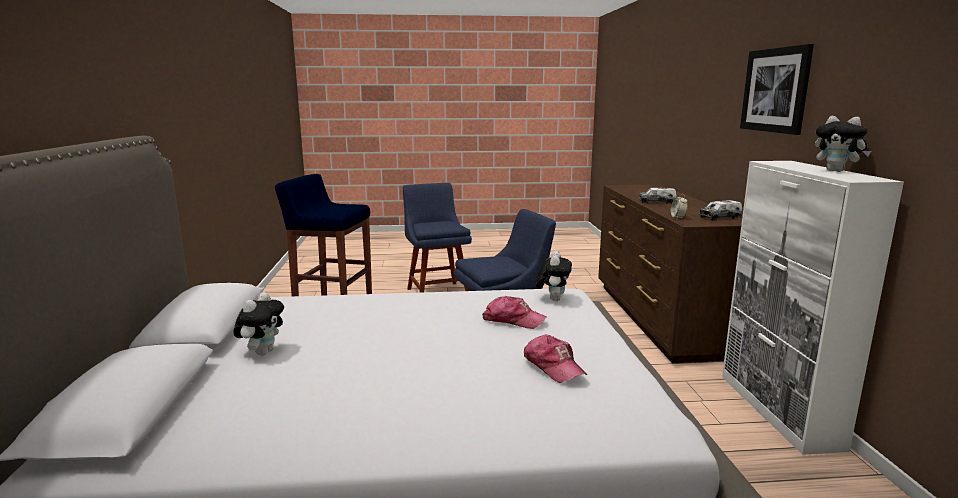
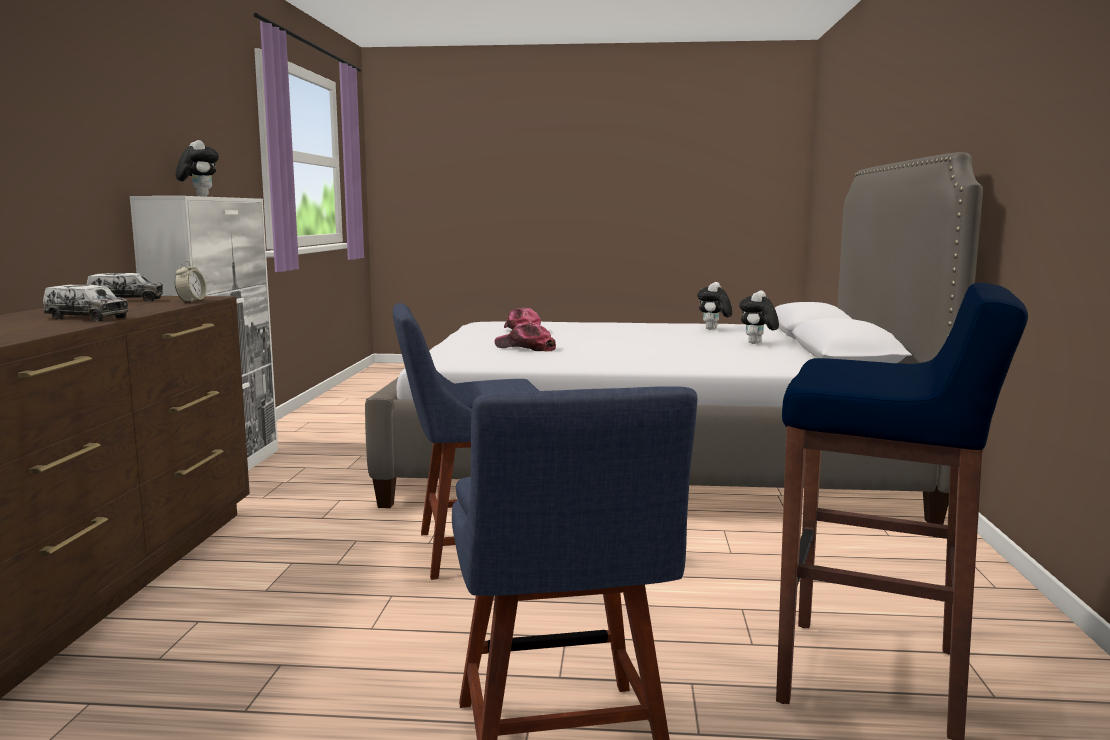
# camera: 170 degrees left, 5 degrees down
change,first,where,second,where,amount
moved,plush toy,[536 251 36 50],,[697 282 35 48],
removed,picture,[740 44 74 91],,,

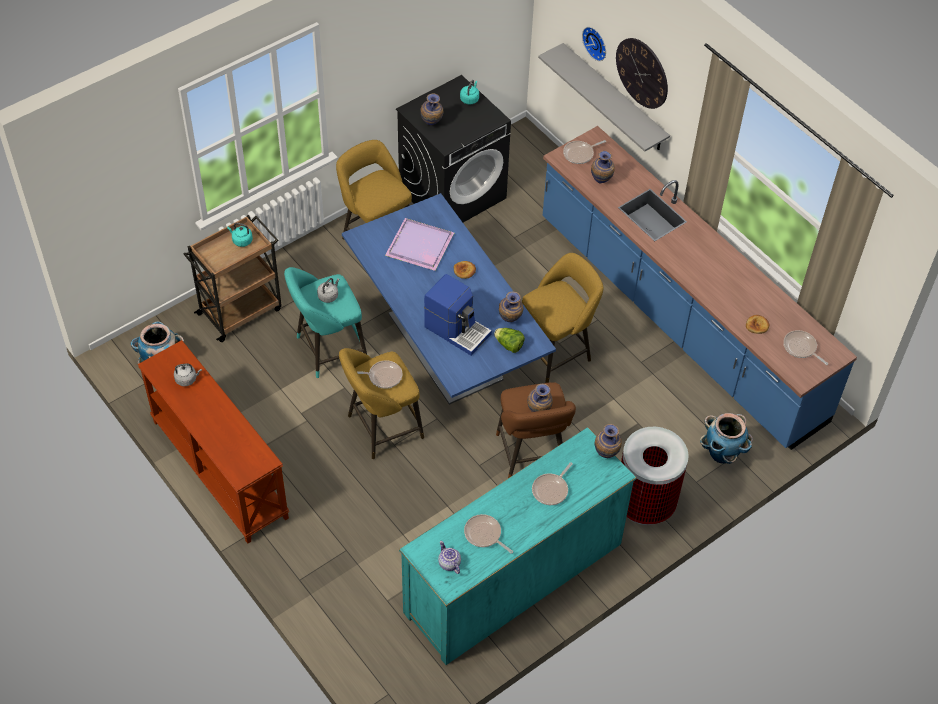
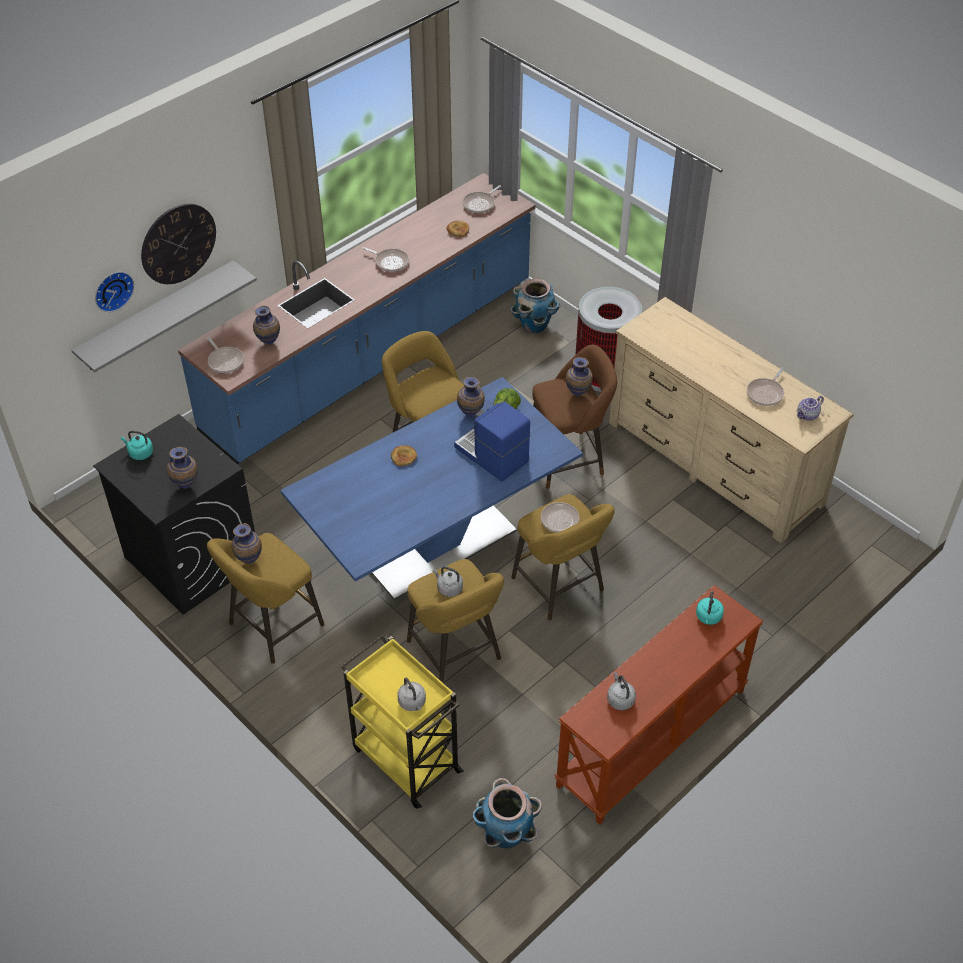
# camera: 95 degrees left, 5 degrees down
change,first,where,second,where,amount
moved,vase,[594 424 28 34],,[232 523 30 41],
recoloured,brown cart,[184 215 98 127],yellow cart,[341 635 123 174],
moved,frying pan,[532 462 41 43],,[362 247 47 25],
added,,,grey kettle,[398 678 28 33],
recoloured,turquoise stool,[284 267 83 111],yellow stool,[407 559 97 124],
turned,coffee machine,[424 274 68 82],,[454 402 76 80],75 degrees counterclockwise
recoloured,turquoise dresser,[399 427 238 238],beige dresser,[609 297 245 246],
moved,turquoise kettle,[227 223 26 24],,[696 591 28 34],
removed,purple tray,[385 218 69 53],,,

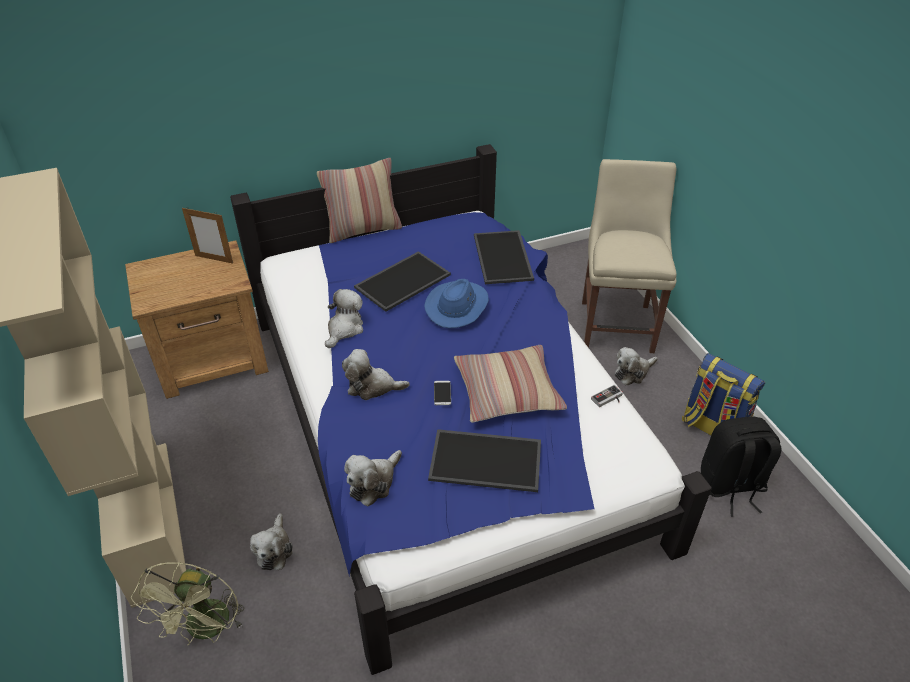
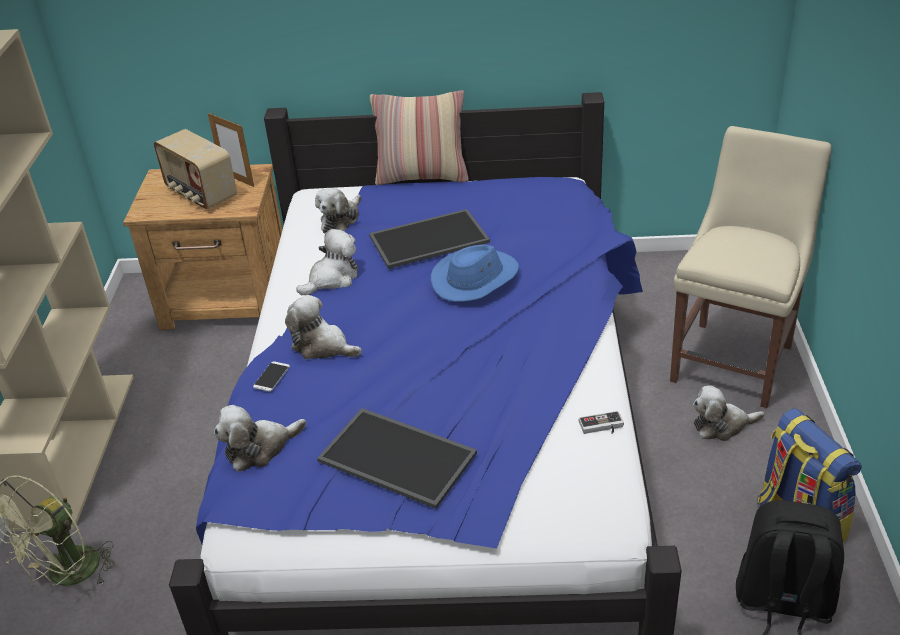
# camera: 25 degrees right, 5 degrees down
change,first,where,second,where,amount
added,,,radio,[154 129 83 80],
moved,phone,[434 381 17 24],,[253 361 37 31],
moved,plush toy,[250 513 43 57],,[315 188 46 46],
removed,pillow,[454 345 113 78],,,
removed,tray,[474 230 60 54],,,

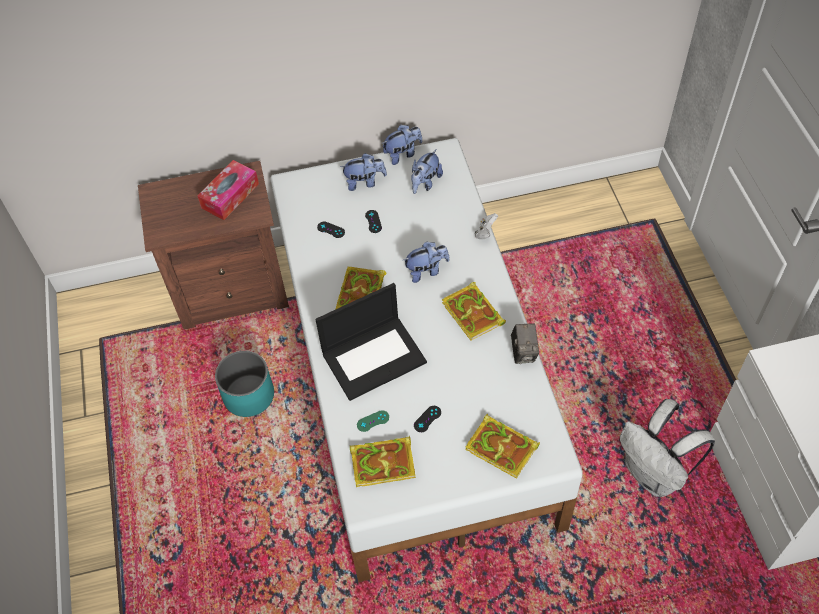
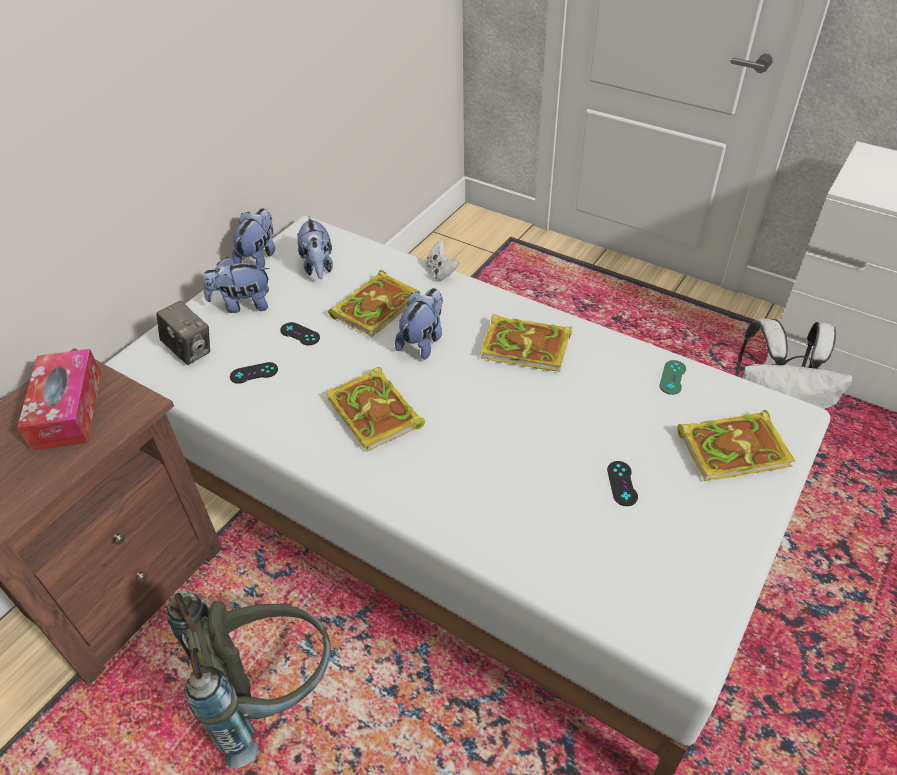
# camera: 45 degrees left, 10 degrees down
change,first,where,second,where,amount
moved,photo camera,[511 323 28 41],,[156 301 54 64],
replaced,turquoise planter,[215 351 59 66],grey backpack,[165 591 166 177],
turned,plush toy,[340 153 47 38],,[203 257 67 56],135 degrees counterclockwise
moved,book,[350 436 66 51],,[328 270 92 67],
moved,green game controller,[357 410 32 22],,[659 360 27 35],
removed,laptop,[316 283 111 118],,,

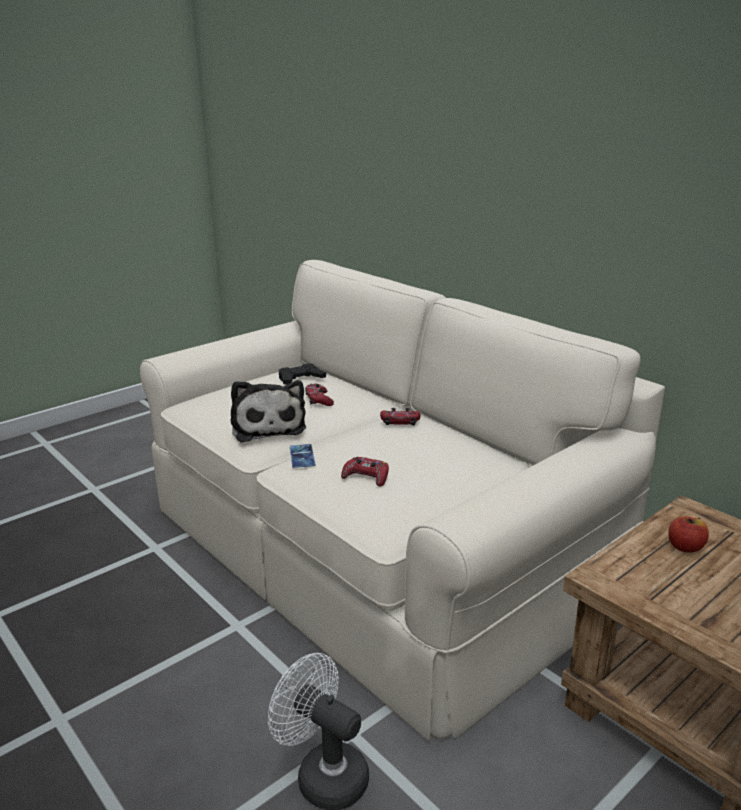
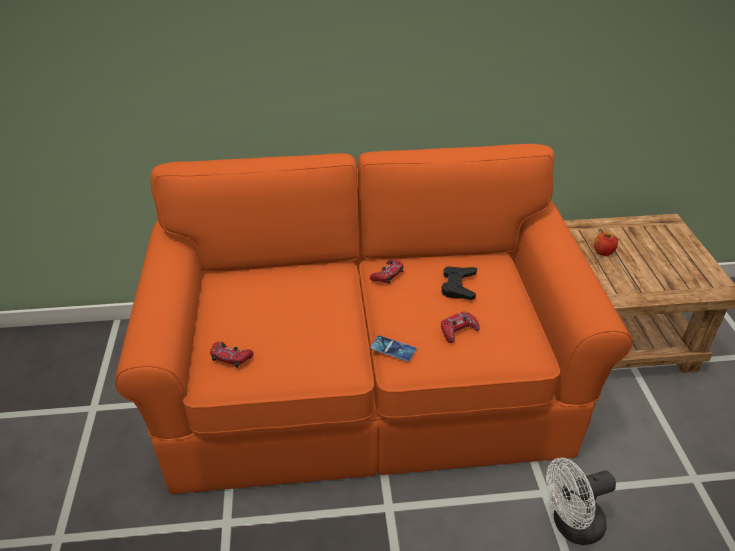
# camera: 55 degrees left, 15 degrees up
change,first,where,second,where,amount
recoloured,beige sofa,[140 260 525 481],orange sofa,[115 144 517 350],
moved,red game controller,[305 384 29 22],,[210 342 43 26],
moved,black game controller,[279 363 47 22],,[441 266 36 34],
removed,plush toy,[230 380 76 62],,,

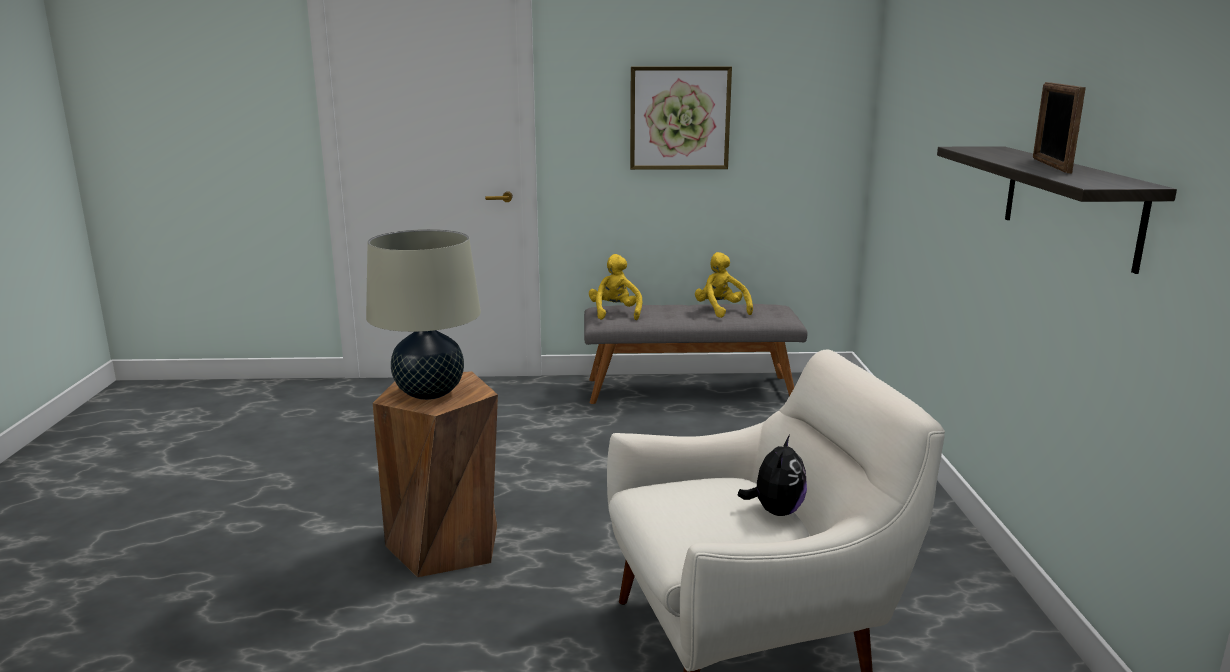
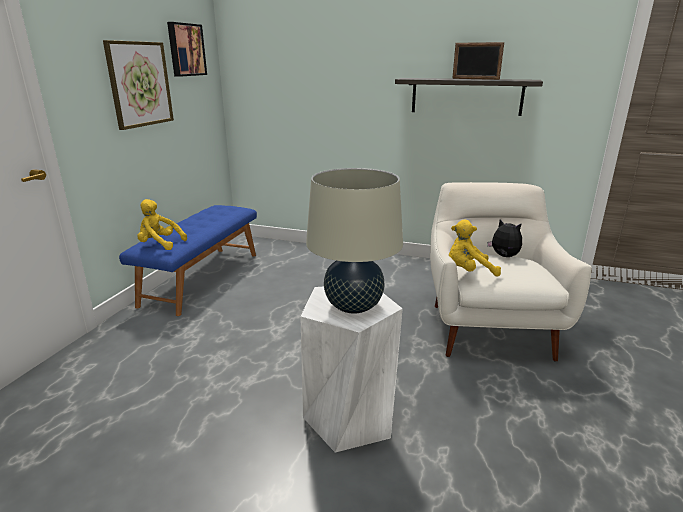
# camera: 70 degrees left, 5 degrees up
change,first,where,second,where,amount
recoloured,grey bench,[584 304 224 100],blue bench,[119 205 138 111],
added,,,picture,[167 22 40 55],
recoloured,brown stool,[373 371 125 206],white stool,[300 286 103 167],
moved,yellow plush toy,[695 252 58 66],,[449 220 52 57],

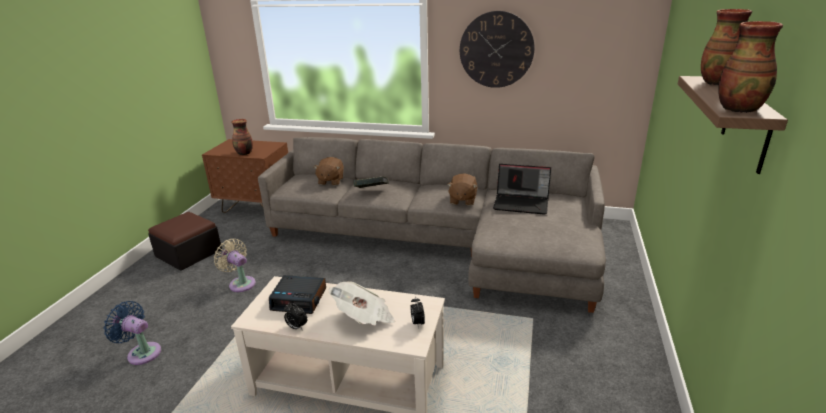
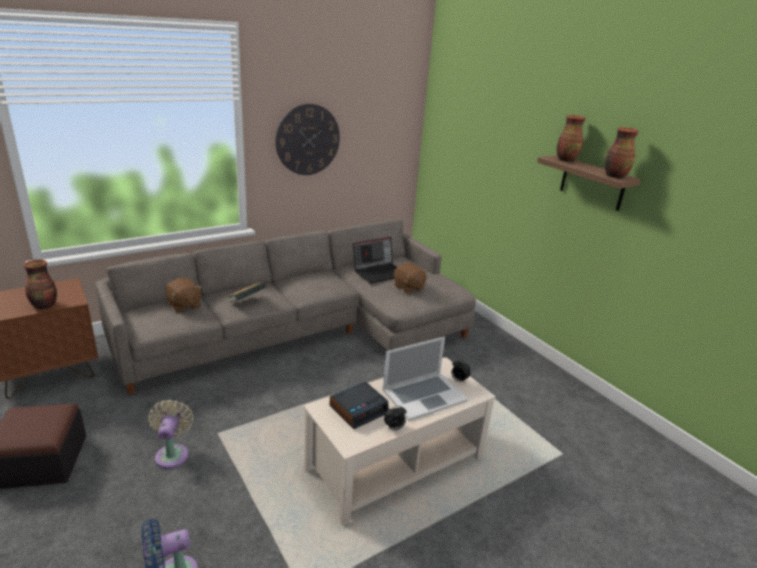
# camera: 50 degrees left, 0 degrees up
change,first,where,second,where,amount
turned,beige fan,[214 239 42 53],,[148 400 46 69],90 degrees clockwise
replaced,newspaper,[329 281 66 45],laptop,[383 336 85 85],
moved,brown plush toy,[447 173 30 33],,[394 263 34 31],

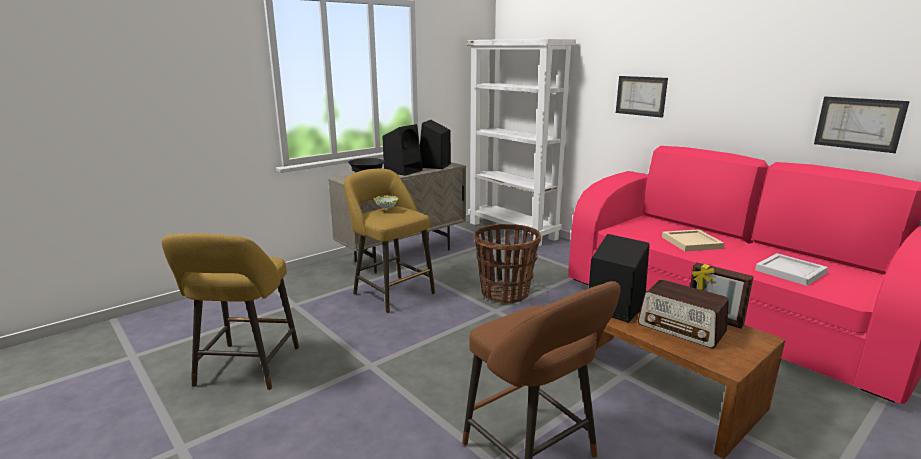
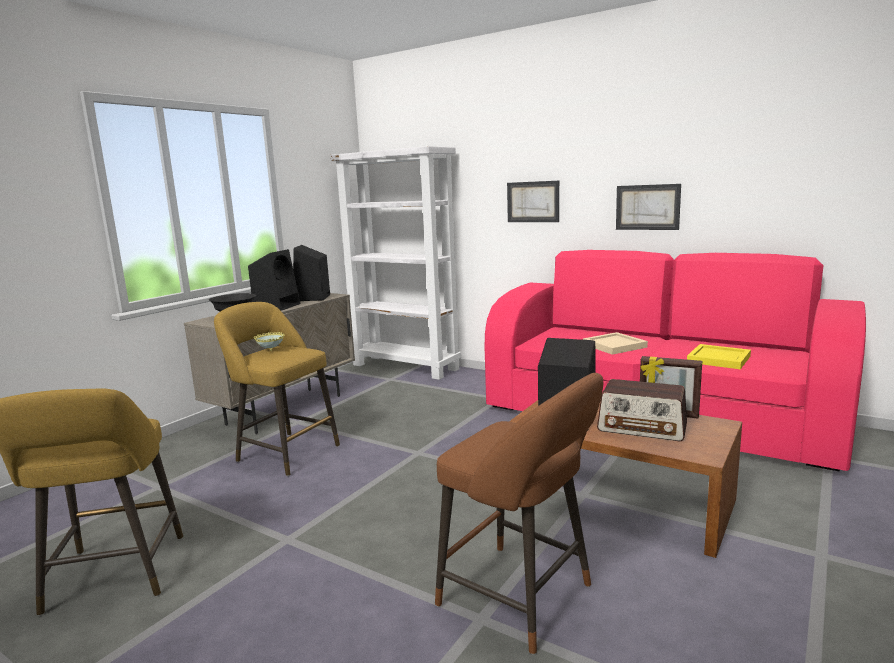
# camera: 15 degrees left, 5 degrees down
change,first,where,second,where,amount
moved,picture,[814 97 96 56],,[616 184 65 46],
recoloured,white tray,[755 253 73 33],yellow tray,[687 344 64 25],
removed,basket,[474 224 67 80],,,

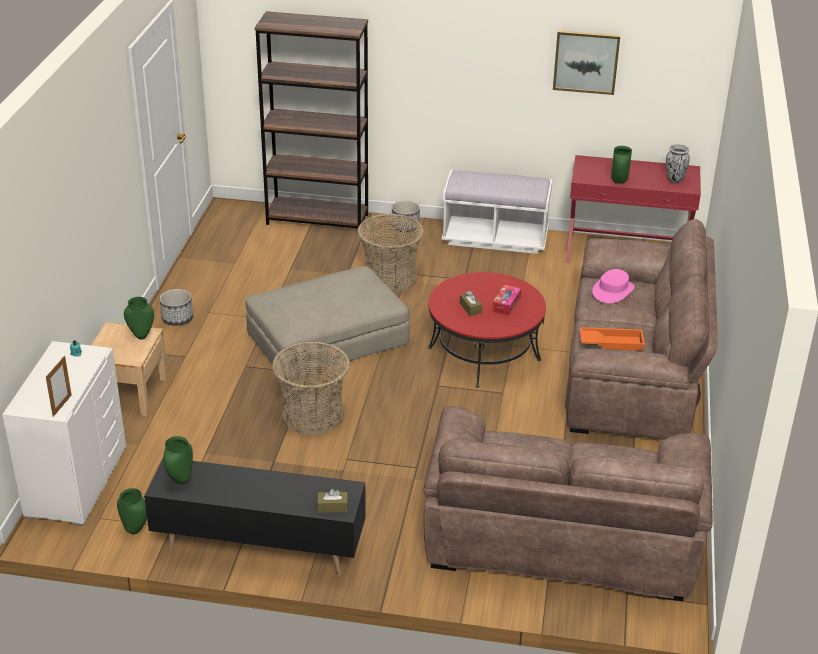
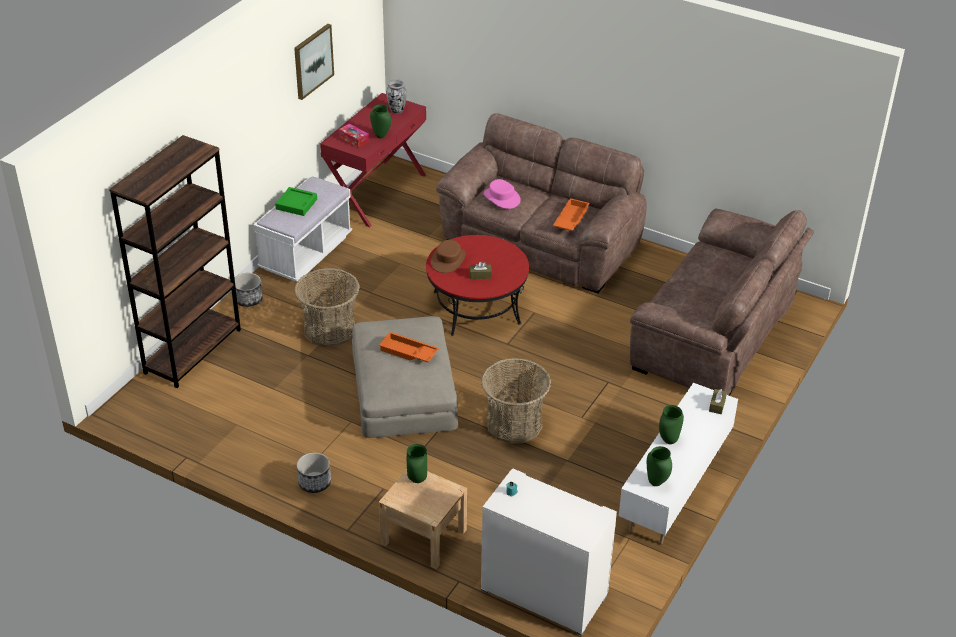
# camera: 70 degrees left, 5 degrees up
change,first,where,second,where,amount
added,,,green tray,[275 187 42 29],
moved,tissue box,[492 285 29 31],,[339 123 30 25],
added,,,orange tray,[379 332 60 30],
added,,,brown hat,[431 240 35 33],
recoloured,black tv stand,[144 459 222 117],white tv stand,[619 383 119 162],
moved,green vase,[117 488 30 46],,[659 405 25 39],
removed,picture frame,[46 356 26 61],,,

